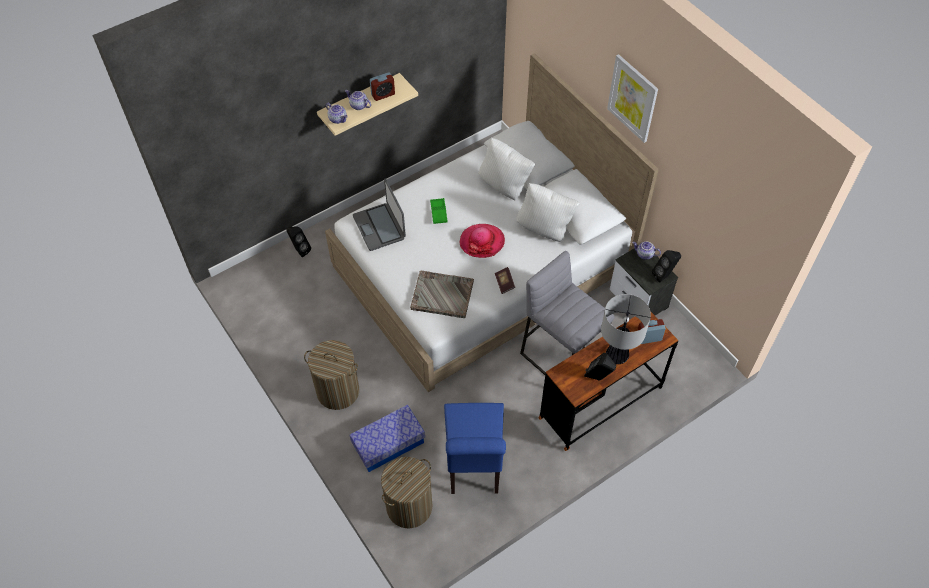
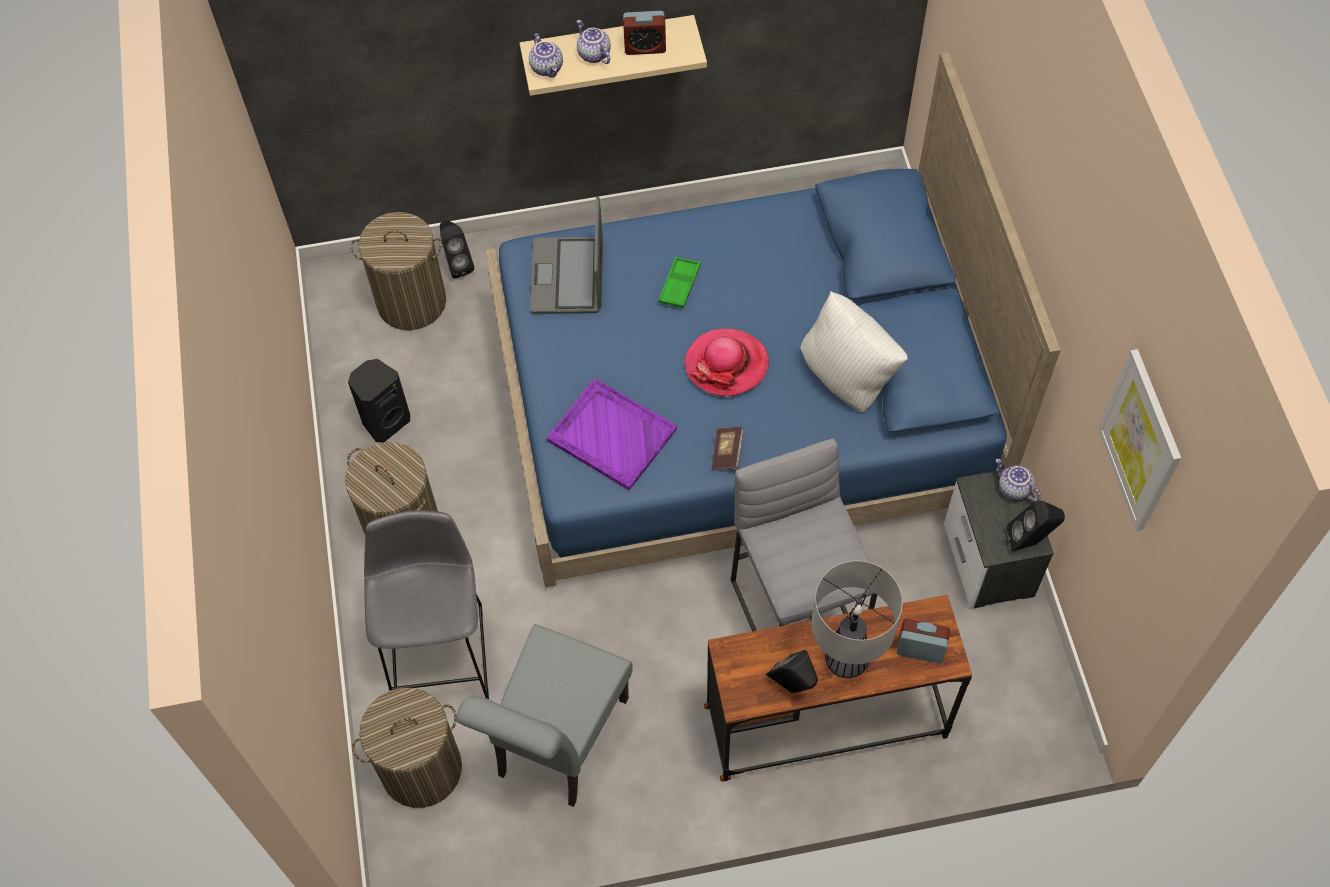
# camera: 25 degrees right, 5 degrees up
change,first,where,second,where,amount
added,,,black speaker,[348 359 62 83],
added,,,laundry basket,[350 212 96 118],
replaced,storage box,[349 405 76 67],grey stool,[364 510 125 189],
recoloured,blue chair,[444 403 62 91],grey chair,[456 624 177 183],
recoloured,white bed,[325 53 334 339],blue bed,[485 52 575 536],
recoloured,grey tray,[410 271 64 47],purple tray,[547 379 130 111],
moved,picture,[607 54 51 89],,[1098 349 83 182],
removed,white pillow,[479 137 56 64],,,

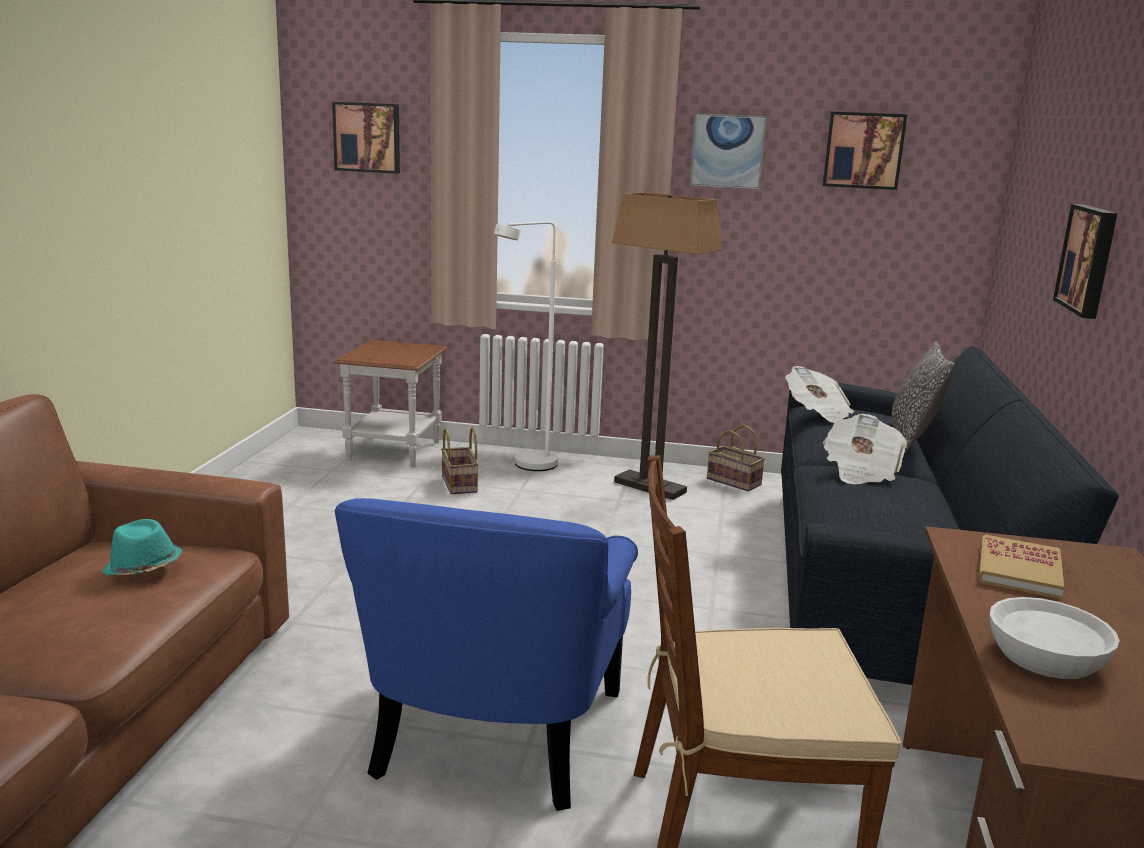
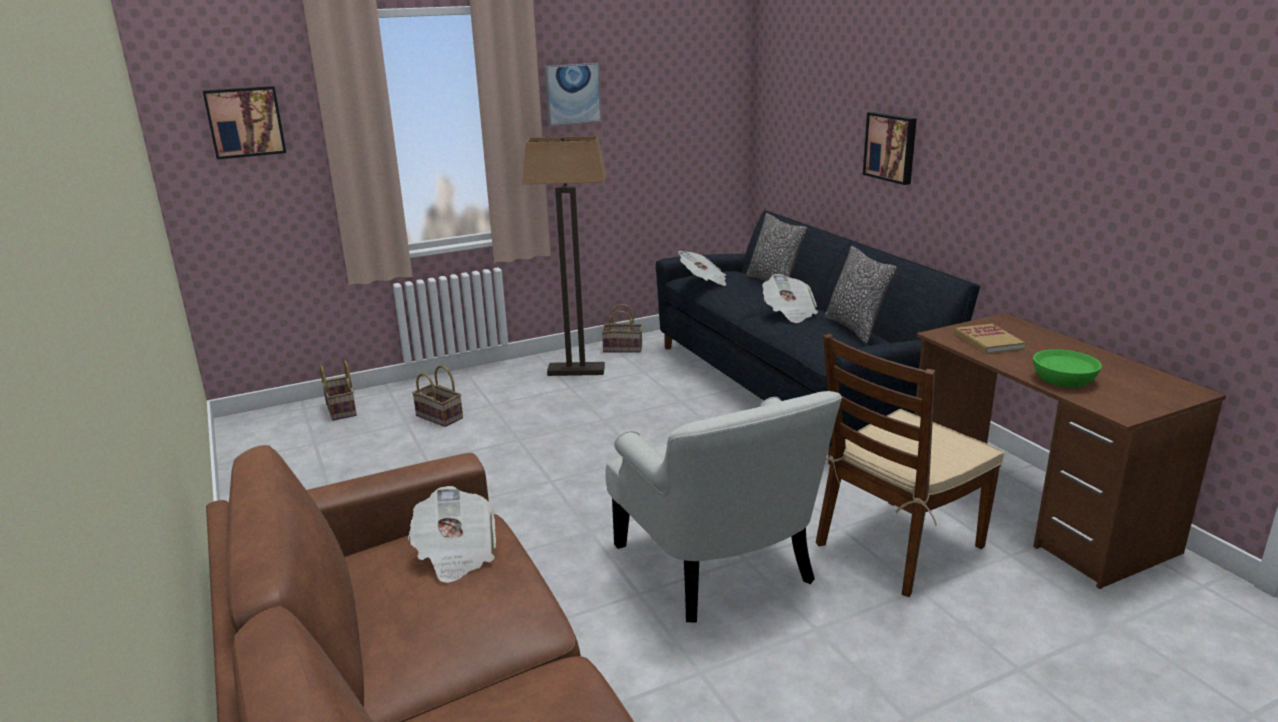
# camera: 35 degrees left, 5 degrees up
change,first,where,second,where,amount
replaced,brown side table,[333 340 115 128],basket,[320 360 37 61],
replaced,turquoise hat,[101 519 81 57],newspaper,[408 486 88 97],
recoloured,blue armchair,[335 498 303 313],white armchair,[605 391 237 232],
added,,,pillow,[825 246 72 97],
recoloured,white bowl,[990 597 130 82],green bowl,[1033 349 69 39],
removed,white floor lamp,[494 222 64 249],,,
removed,picture,[822 112 85 78],,,

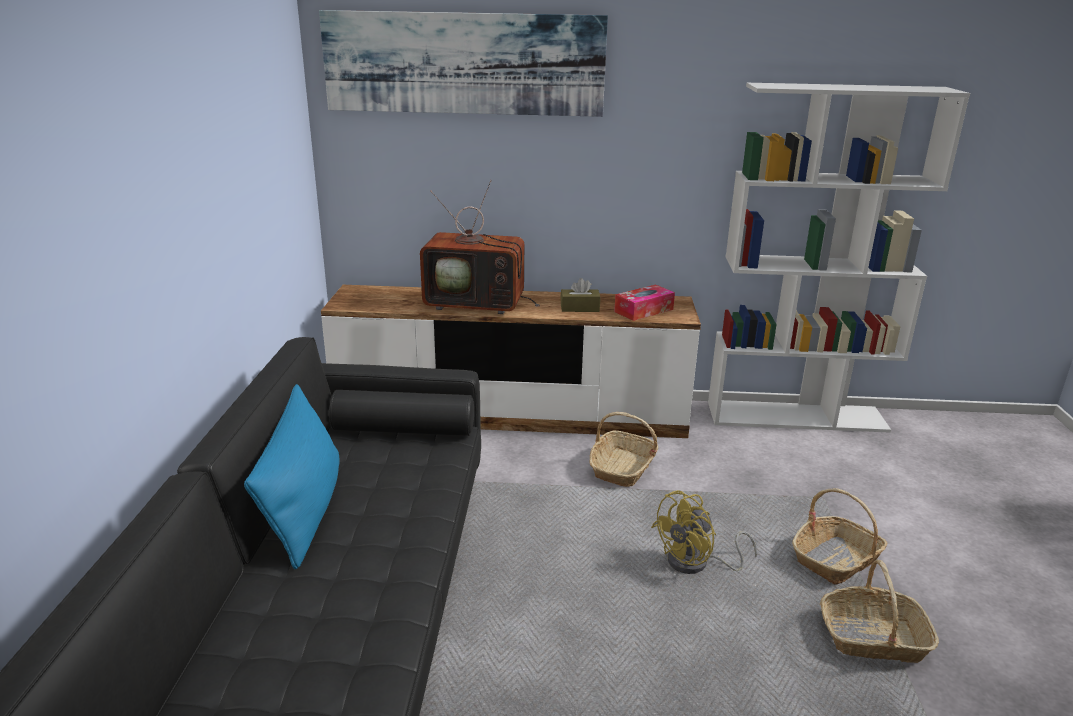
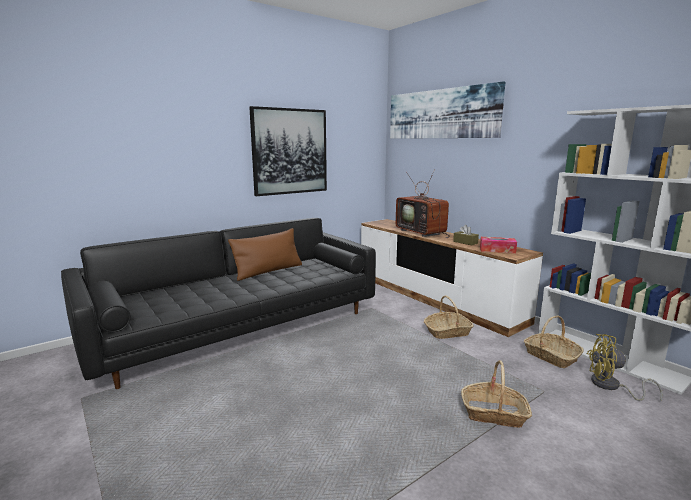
# camera: 50 degrees right, 10 degrees down
change,first,where,second,where,amount
recoloured,blue pillow,[244 384 96 185],brown pillow,[228 228 74 53],
added,,,picture,[249 106 78 90],
moved,basket,[820 559 119 104],,[524 316 60 52],
moved,yellow fan,[651 490 106 84],,[587 334 76 68],

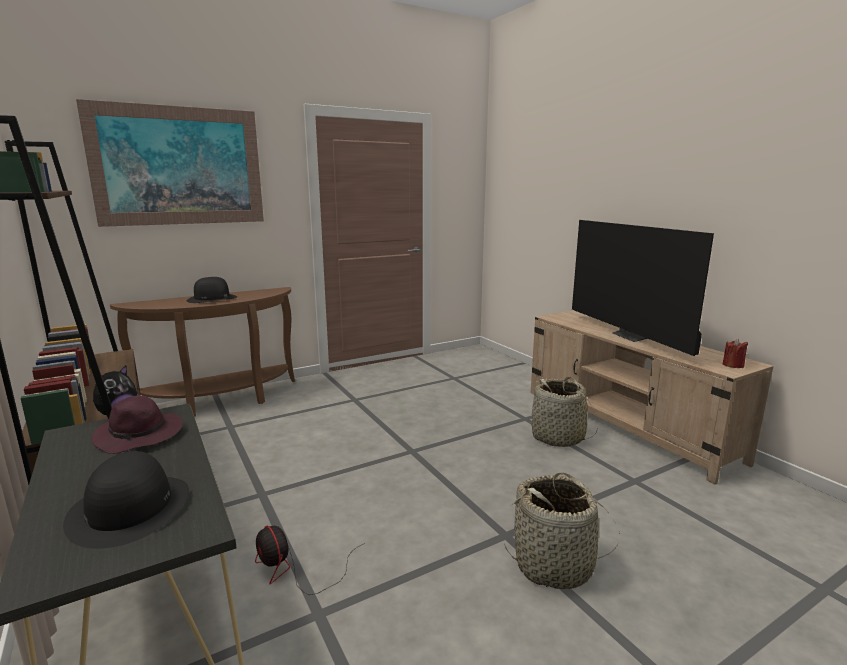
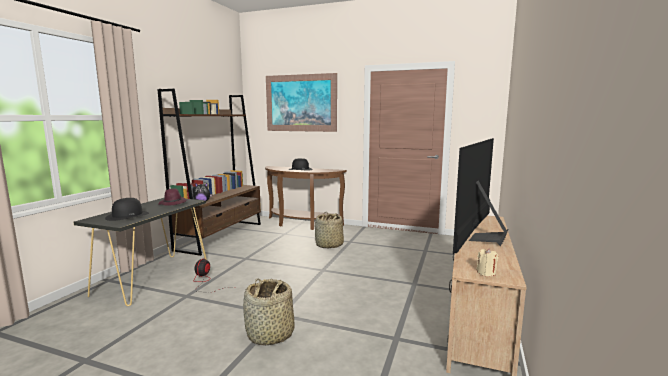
# camera: 50 degrees right, 5 degrees down
change,first,where,second,where,amount
moved,basket,[528 376 70 71],,[315 212 29 37],
recoloured,red candle,[723 339 25 29],beige candle,[476 248 23 28],

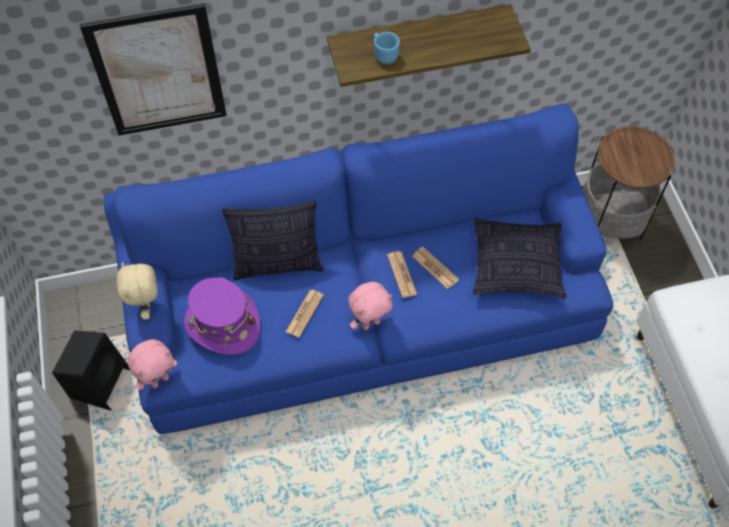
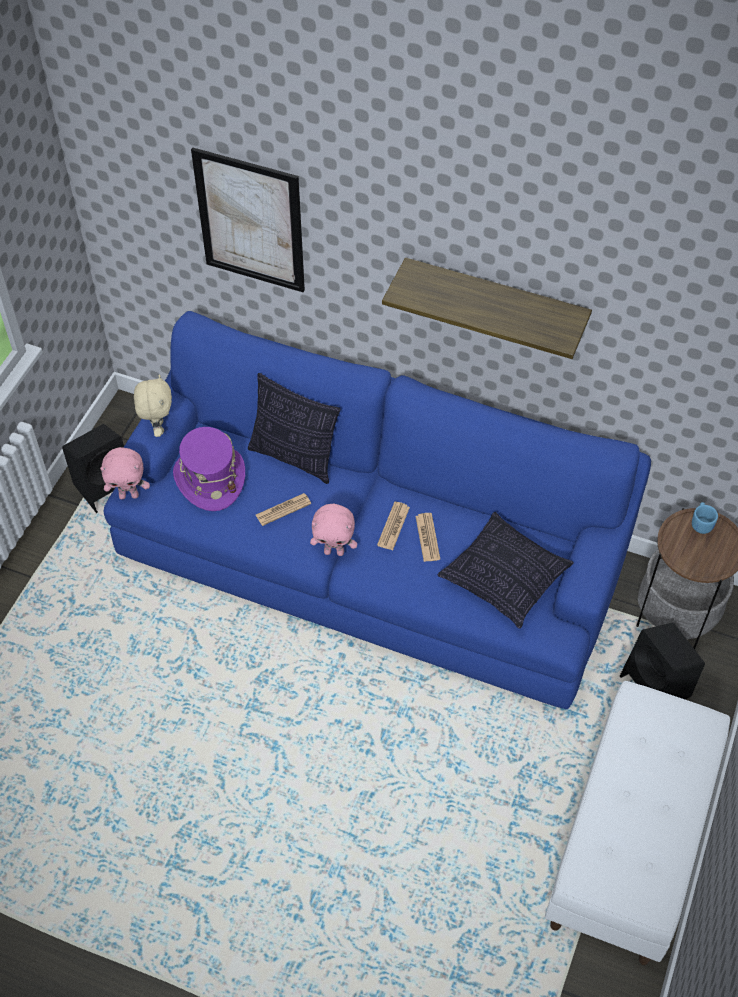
# camera: 35 degrees right, 5 degrees down
change,first,where,second,where,amount
turned,beige plush toy,[116 262 42 58],,[134 374 38 63],150 degrees clockwise
added,,,black speaker,[620 623 85 77],
moved,blue mug,[373 32 27 32],,[692 502 26 32],

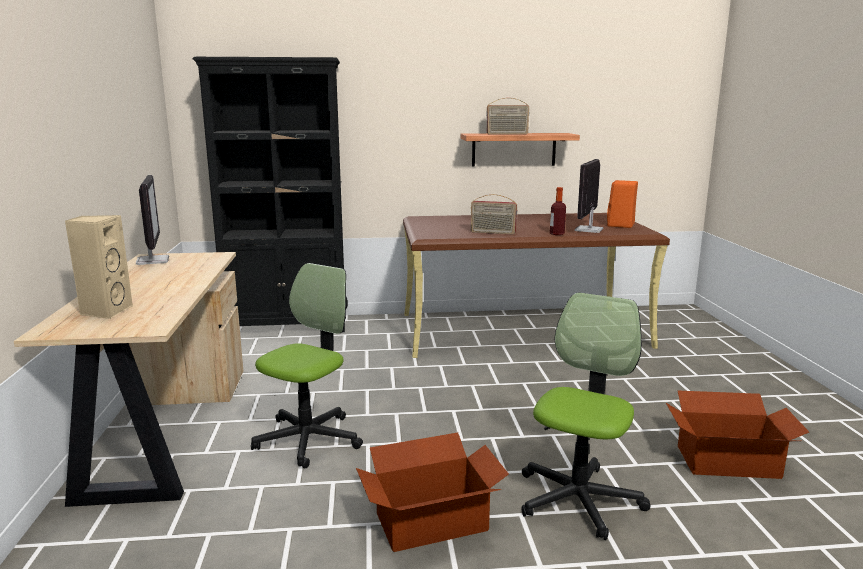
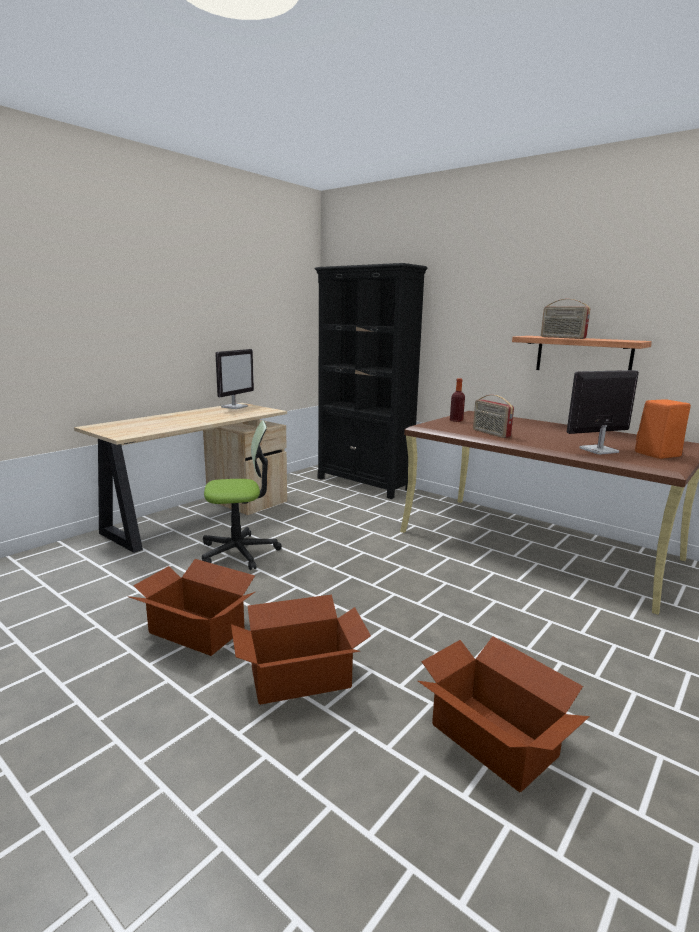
# camera: 45 degrees right, 0 degrees up
change,first,where,second,where,amount
replaced,office chair,[522 293 129 247],cardboard box,[231 595 140 110],
moved,bottle,[550 187 16 48],,[450 378 15 44],
removed,beige speaker,[65 215 68 104],,,

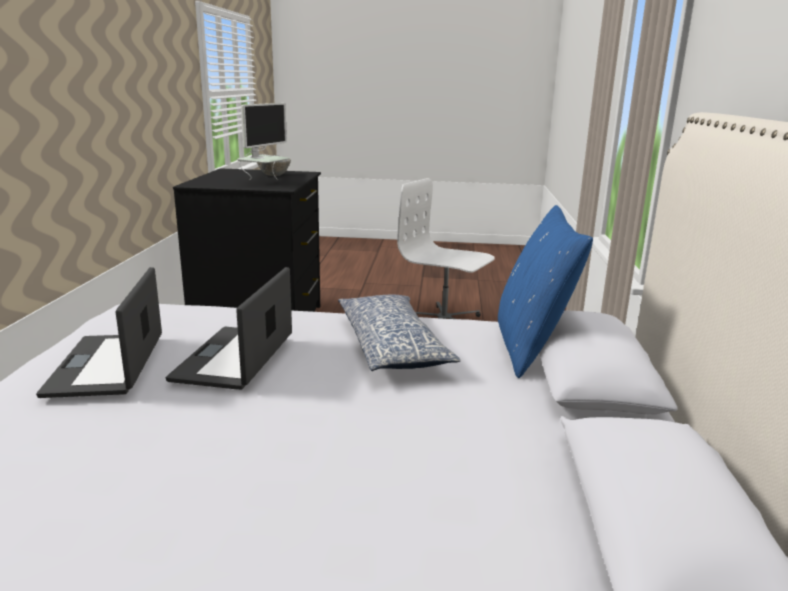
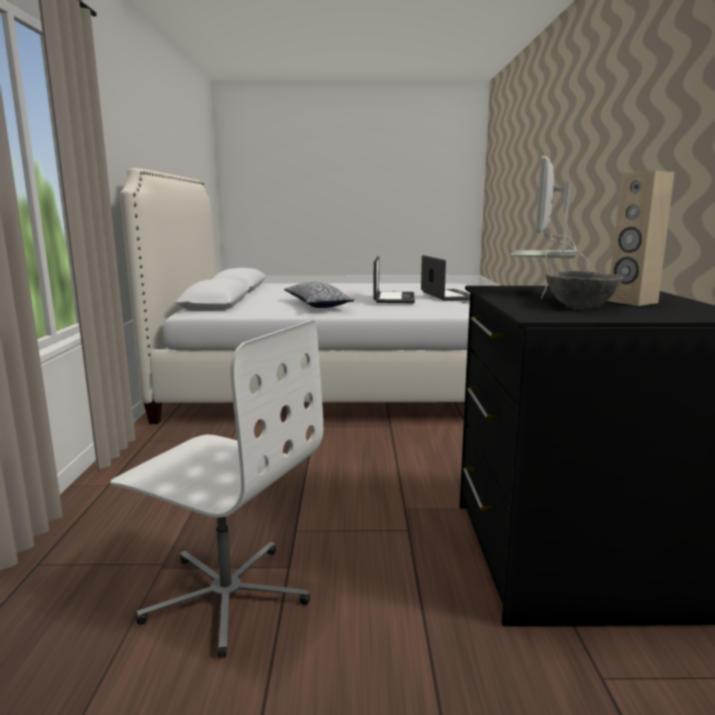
# camera: 175 degrees right, 5 degrees down
change,first,where,second,where,amount
added,,,beige speaker,[607 171 68 135],
removed,blue pillow,[498 205 95 173],,,

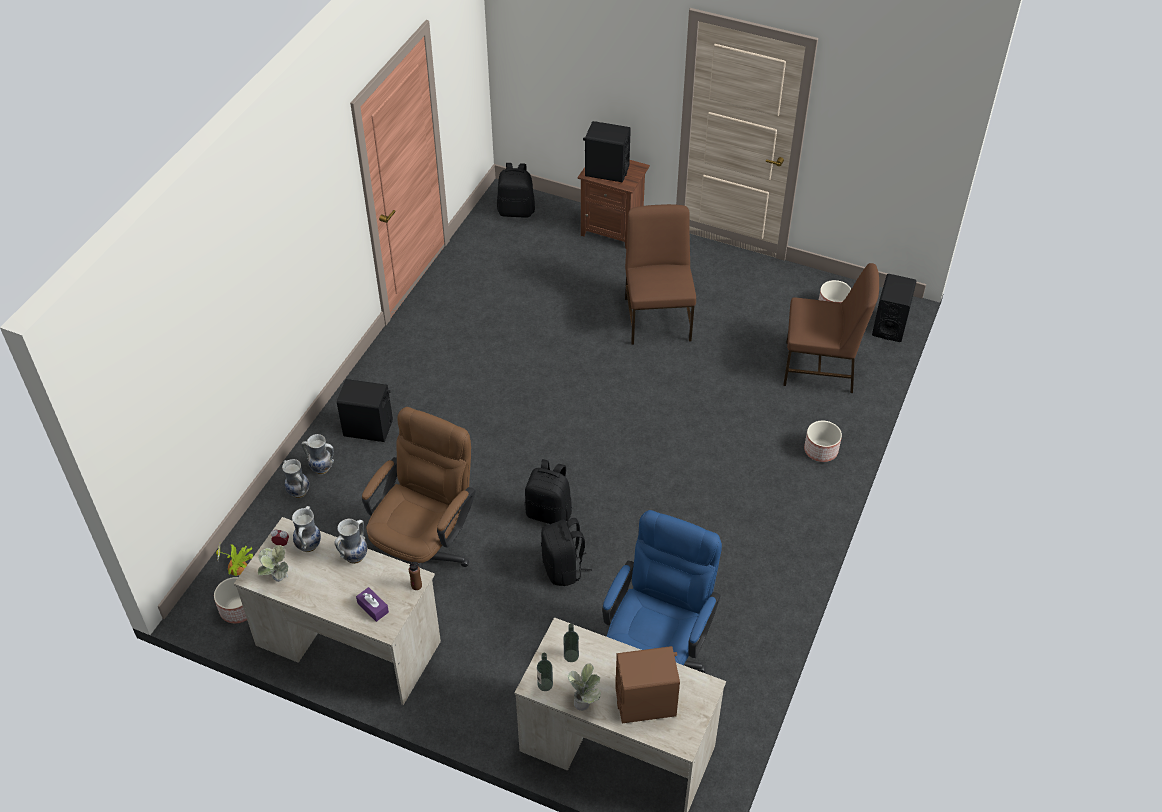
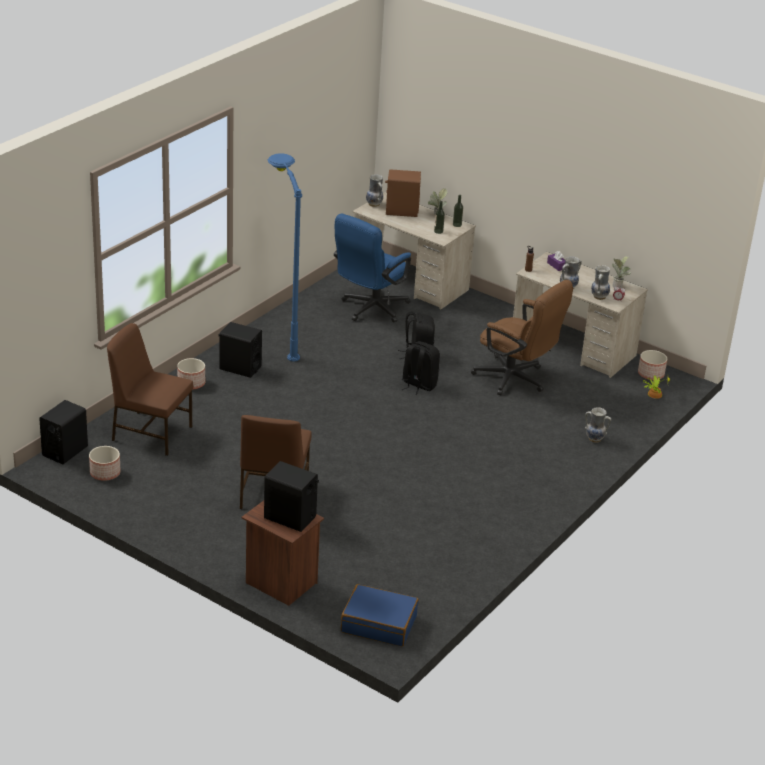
# camera: 170 degrees left, 15 degrees down
change,first,where,second,where,amount
moved,black speaker,[337 379 56 63],,[218 322 44 56],
added,,,blue floor lamp,[268 153 34 209],
replaced,black backpack,[497 163 38 55],blue suitcase,[341 584 78 62],
moved,vase,[282 459 27 39],,[366 174 17 33],
turned,brown office chair,[362 407 114 162],,[471 280 102 115],90 degrees counterclockwise

